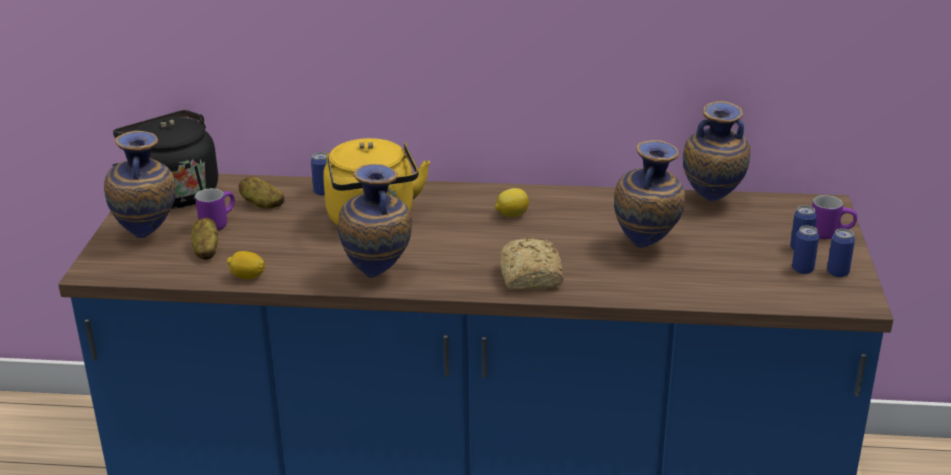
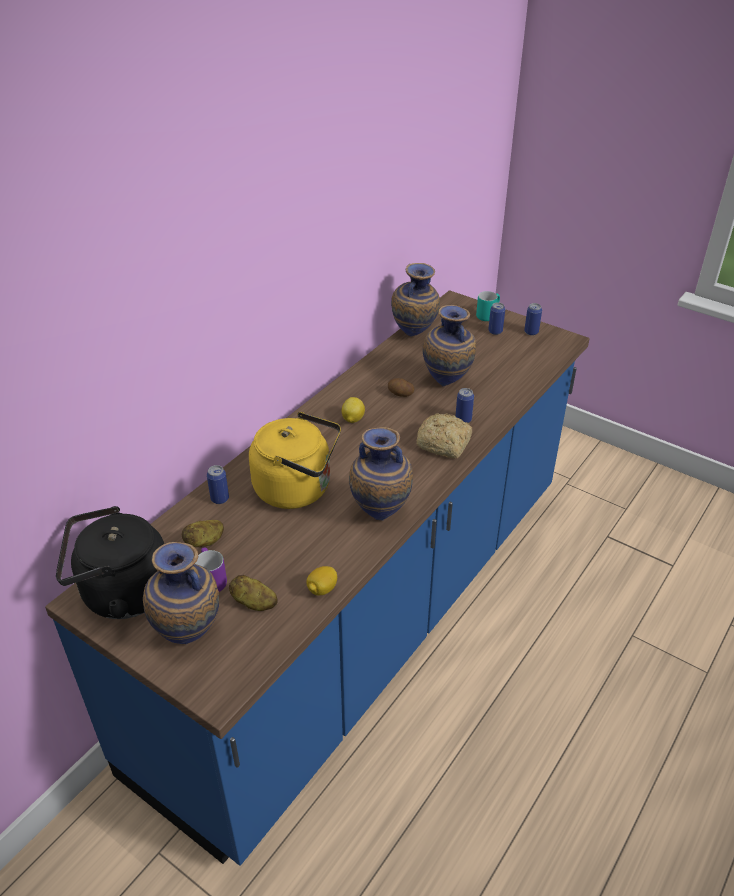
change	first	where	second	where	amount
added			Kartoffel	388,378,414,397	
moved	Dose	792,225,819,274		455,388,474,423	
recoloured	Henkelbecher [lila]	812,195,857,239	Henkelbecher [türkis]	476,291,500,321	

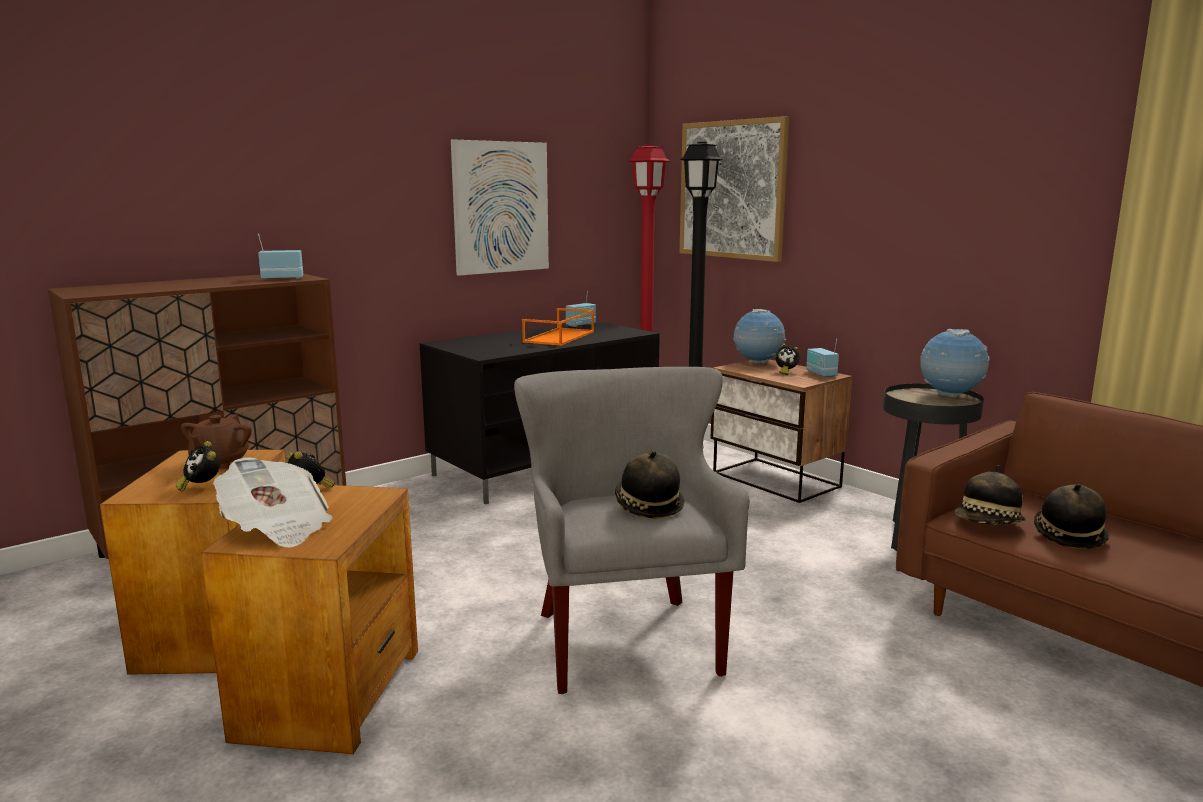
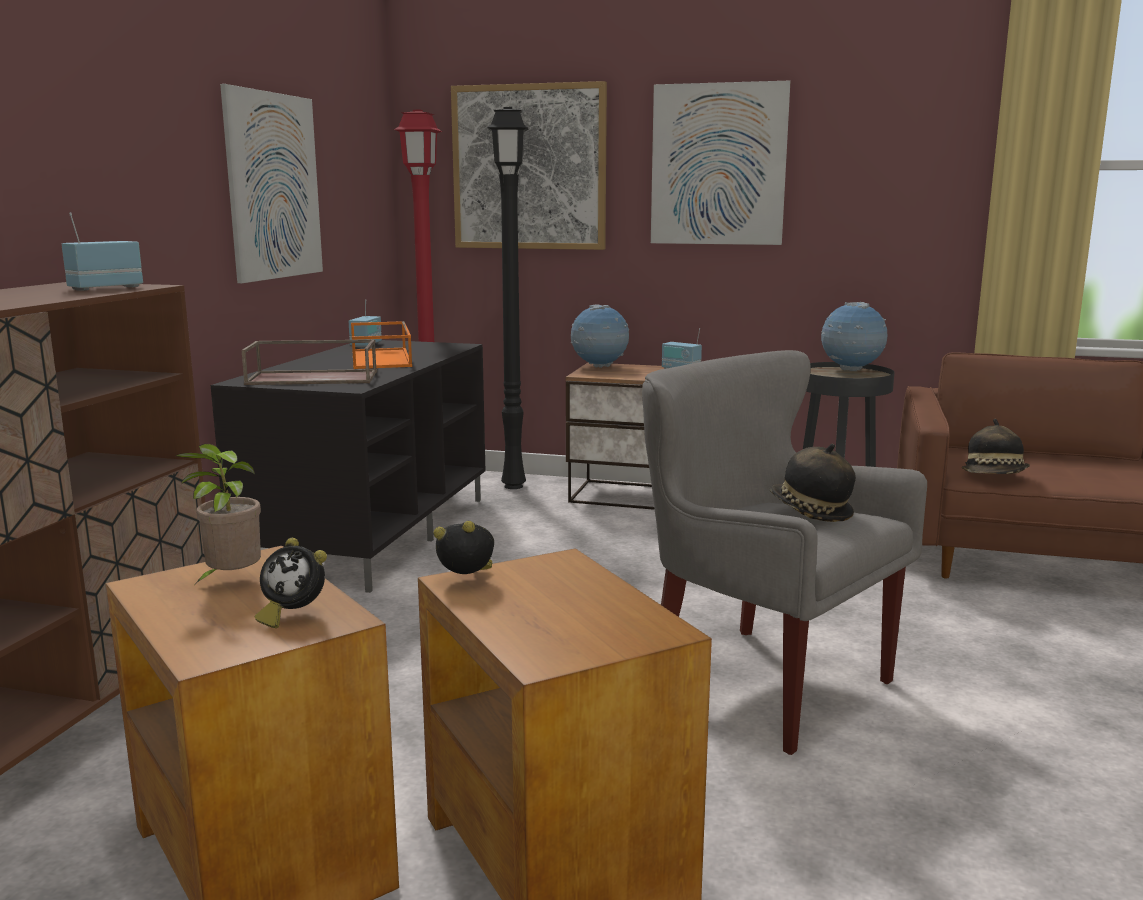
change	first	where	second	where	amount
removed	Zeitung	213,457,333,548			
removed	Wecker	776,343,799,375			
removed	Hut	1034,484,1109,549			
added			Tablett [braun]	242,340,377,385	
added			Bild	651,81,790,245	
replaced	Teekanne [braun]	181,414,252,469	Topfpflanze	176,444,261,583	

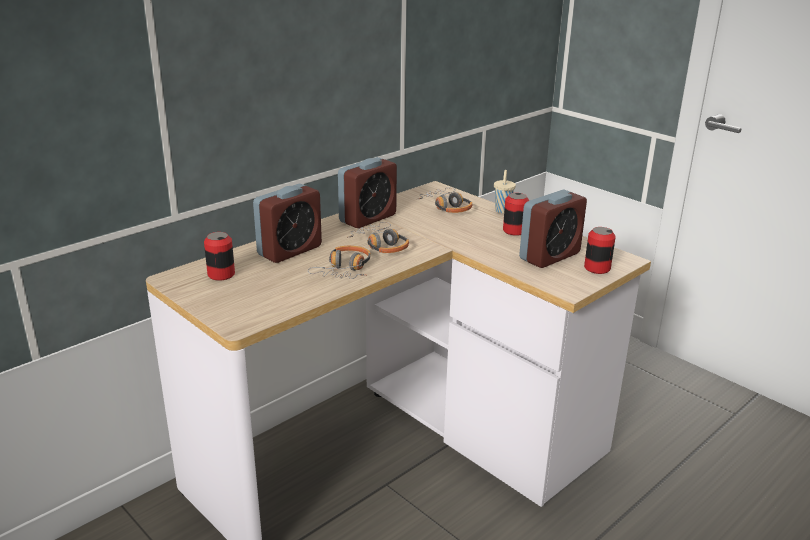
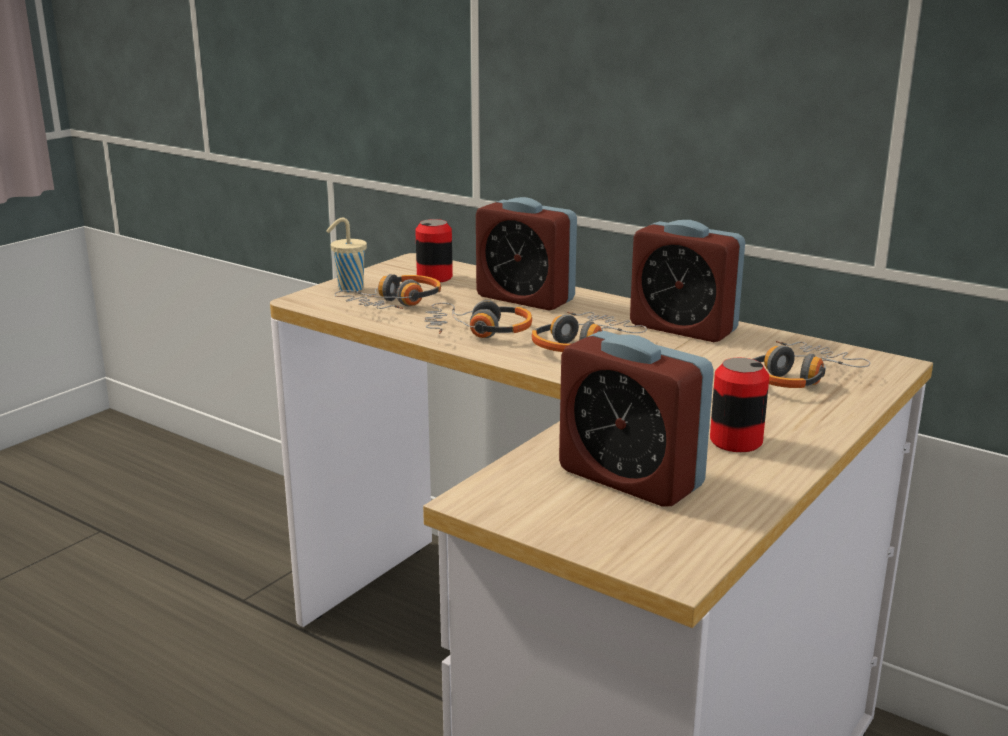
change	first	where	second	where	amount
removed	Dose	584,227,616,274			
added			Kopfhörer	334,274,441,309	
moved	Tasse [beige]	494,170,516,213		326,218,367,292	

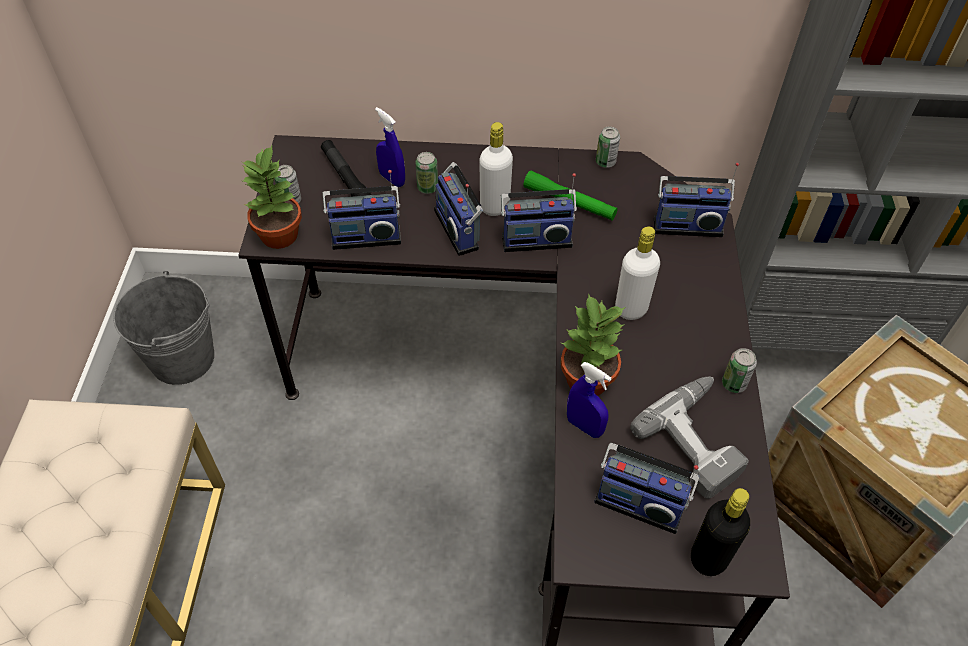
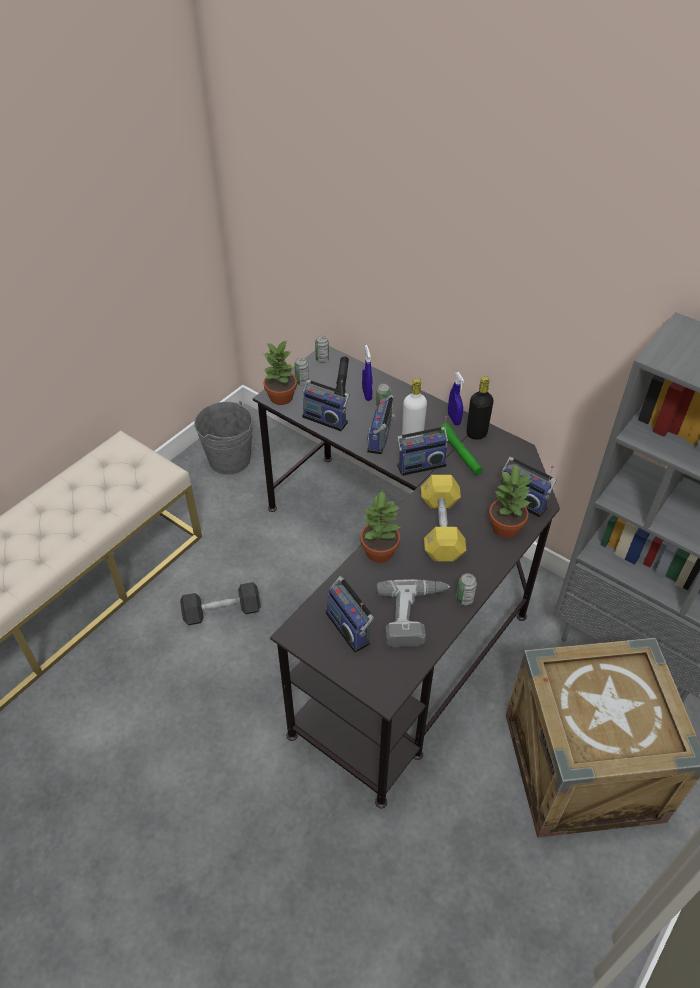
change	first	where	second	where	amount
added			Hantel [schwarz]	180,582,261,625	
added			Topfpflanze	489,465,532,538	
moved	Sprühflasche [blau]	567,362,612,438		448,372,464,425	
moved	Dose	596,127,620,168		315,336,329,363	
moved	Flasche [schwarz]	691,488,750,576		466,376,494,440	
replaced	Flasche [weiß]	615,226,660,320	Hantel [gelb]	421,475,466,562	
turned	Radio	501,173,577,252		397,416,448,476	45 degrees counterclockwise

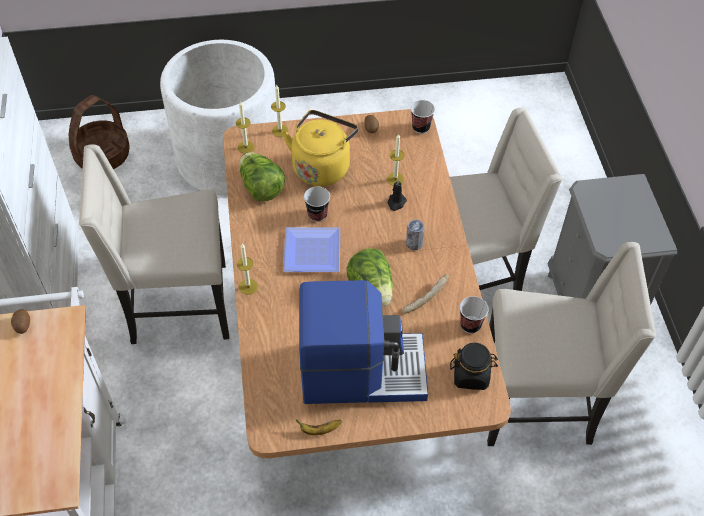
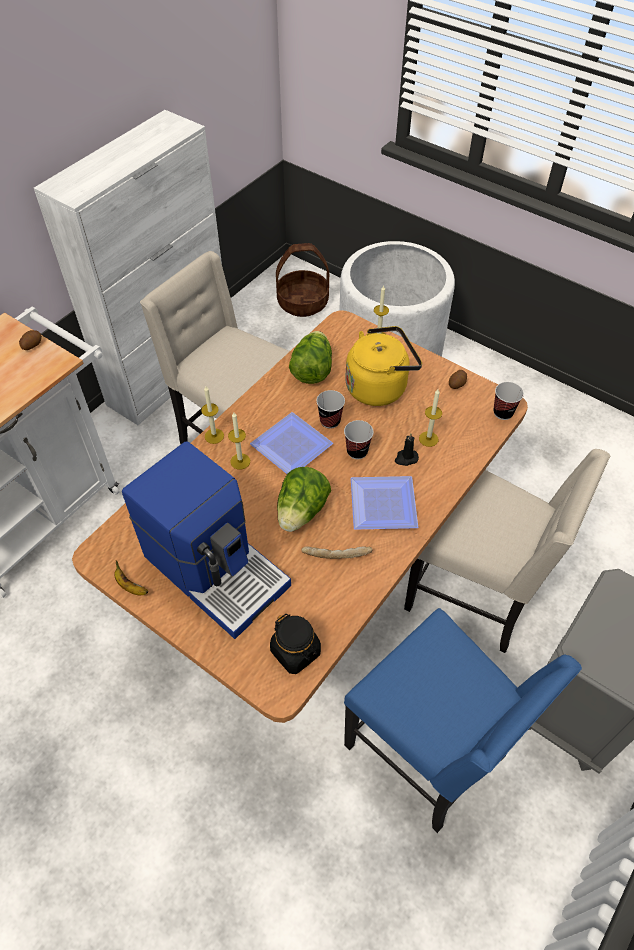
change	first	where	second	where	amount
moved	Kerze	236,101,255,154		228,412,250,470	
moved	Tasse	460,296,489,334		344,420,374,459	
replaced	Dose	406,220,425,250	Teller	351,476,418,530	
recoloured	Stuhl [beige]	487,242,656,446	Stuhl [blau]	344,608,582,833	

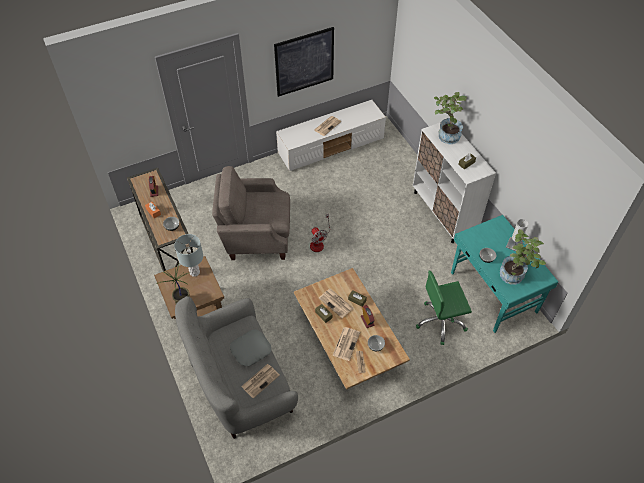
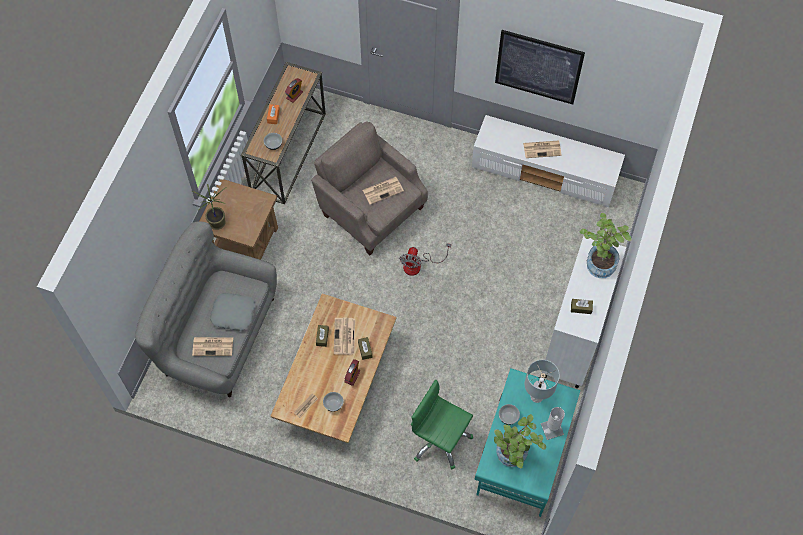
change	first	where	second	where	amount
moved	Tischlampe [grau]	174,234,203,277		525,360,560,403	
moved	Zeitung	332,327,360,361		363,177,404,205	

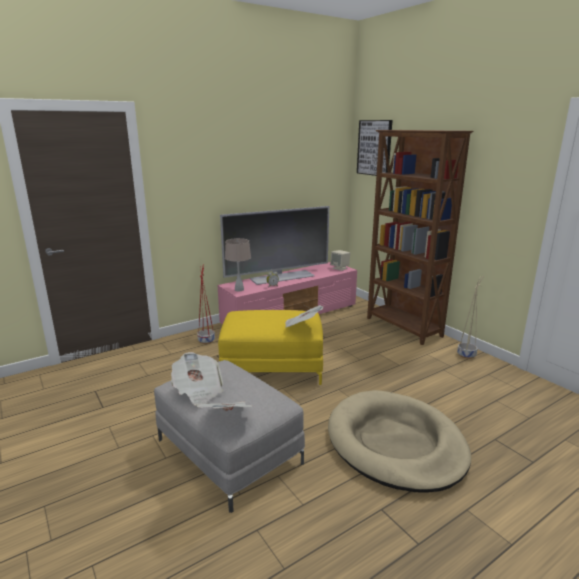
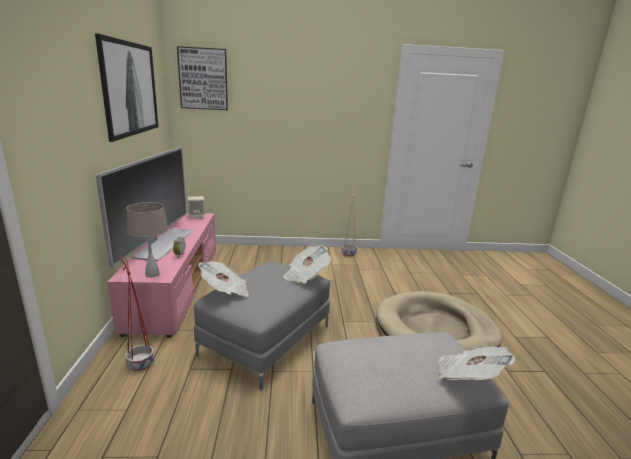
change	first	where	second	where	amount
removed	Bücherregal [braun]	367,130,473,345			
added			Bild	95,33,159,142	
moved	Zeitung	171,352,223,406		198,262,249,297	
recoloured	Polsterhocker [gelb]	218,310,323,385	Polsterhocker [grau]	194,261,330,390	

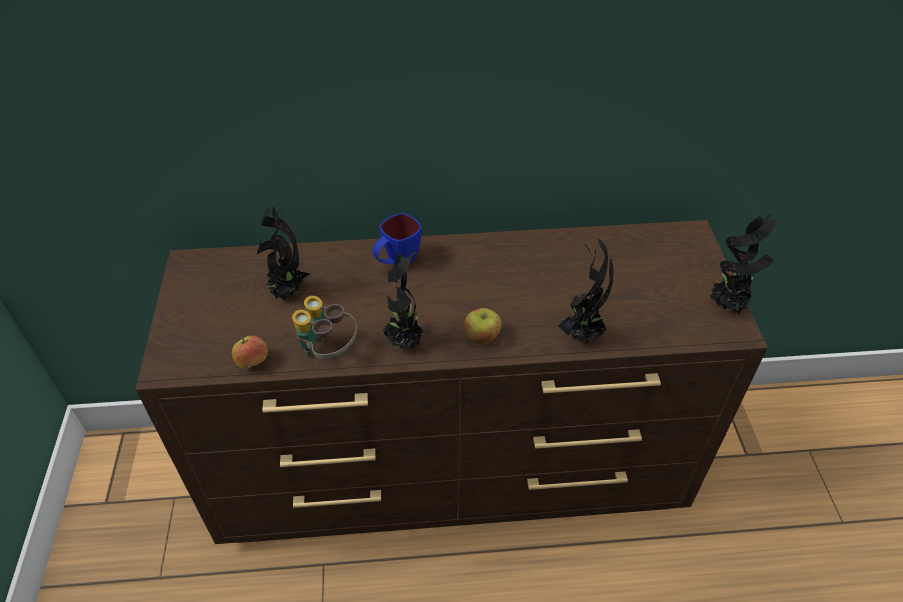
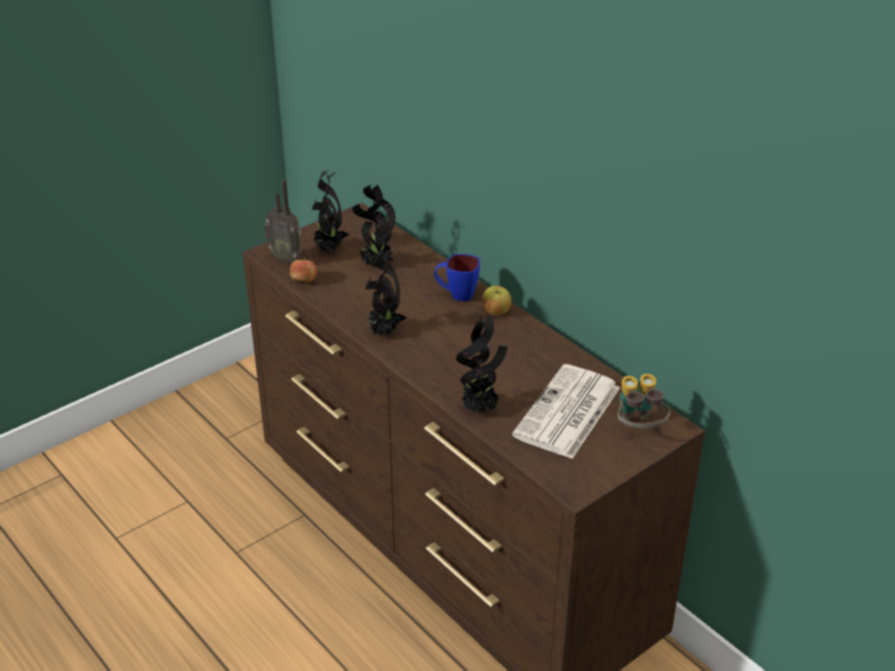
change	first	where	second	where	amount
added			Radio	264,179,301,264	
added			Zeitung	512,364,620,459	
moved	Fernglas	292,296,357,359		617,374,670,428	
moved	Apfel	465,308,502,344		482,286,512,315	
moved	Topfpflanze	710,213,776,314		312,170,349,253	

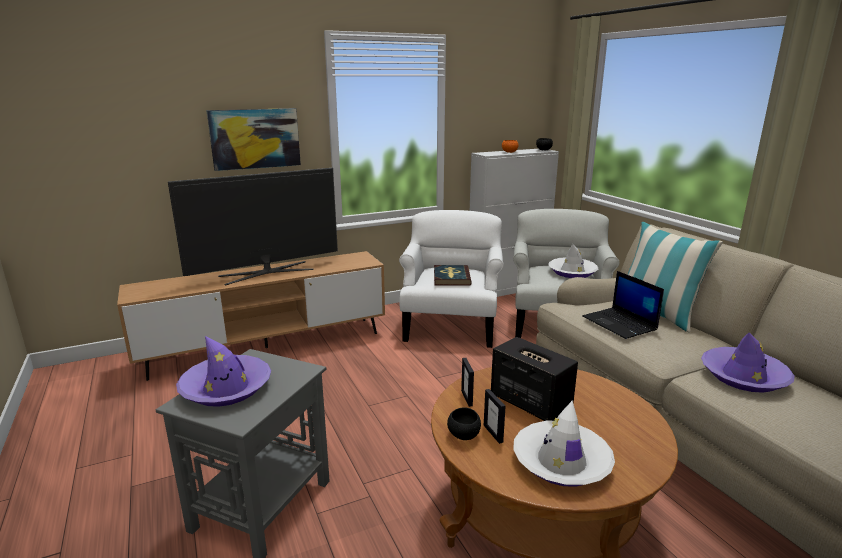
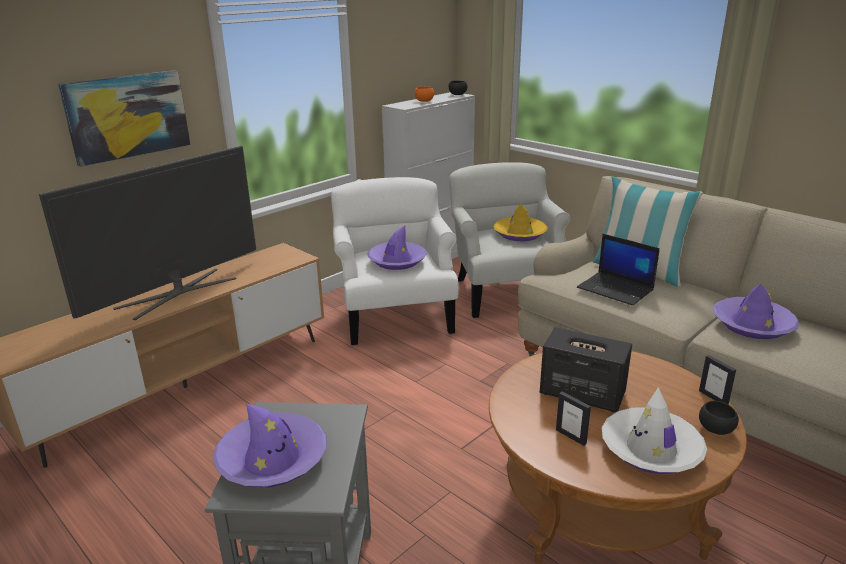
change	first	where	second	where	amount
moved	Schüssel [schwarz]	447,407,481,440		699,401,739,435	
moved	Bilderrahmen	461,358,474,407		699,355,736,405	
replaced	Buch	434,265,472,286	Hut [lila]	368,226,427,270	
recoloured	Hut [weiß]	548,244,598,278	Hut [gelb]	493,203,548,241	

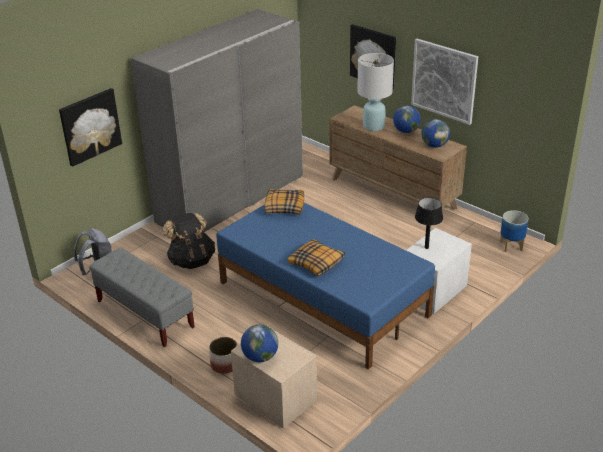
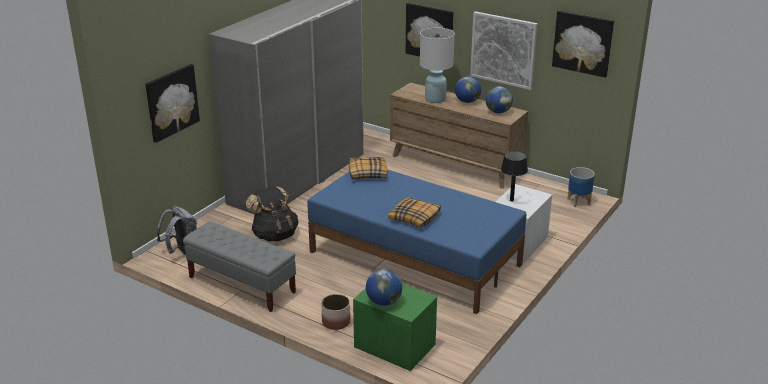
change	first	where	second	where	amount
added			Bild	552,11,614,78	
recoloured	Nachttisch [beige]	231,325,317,429	Nachttisch [grün]	353,283,437,371	

